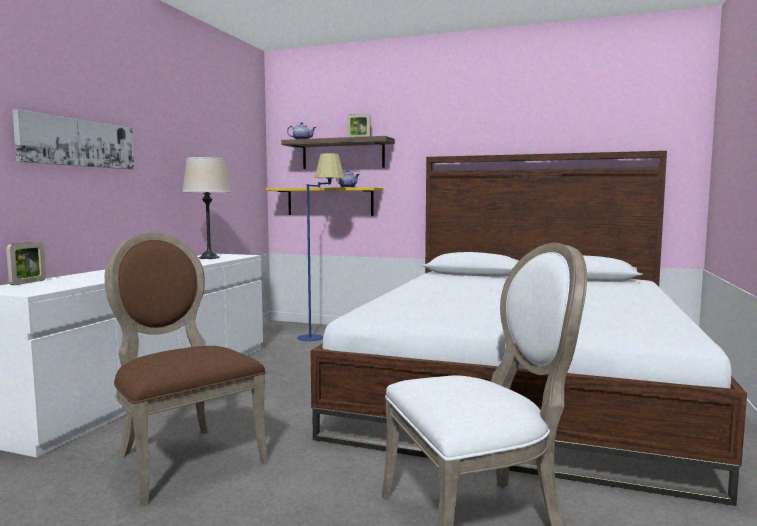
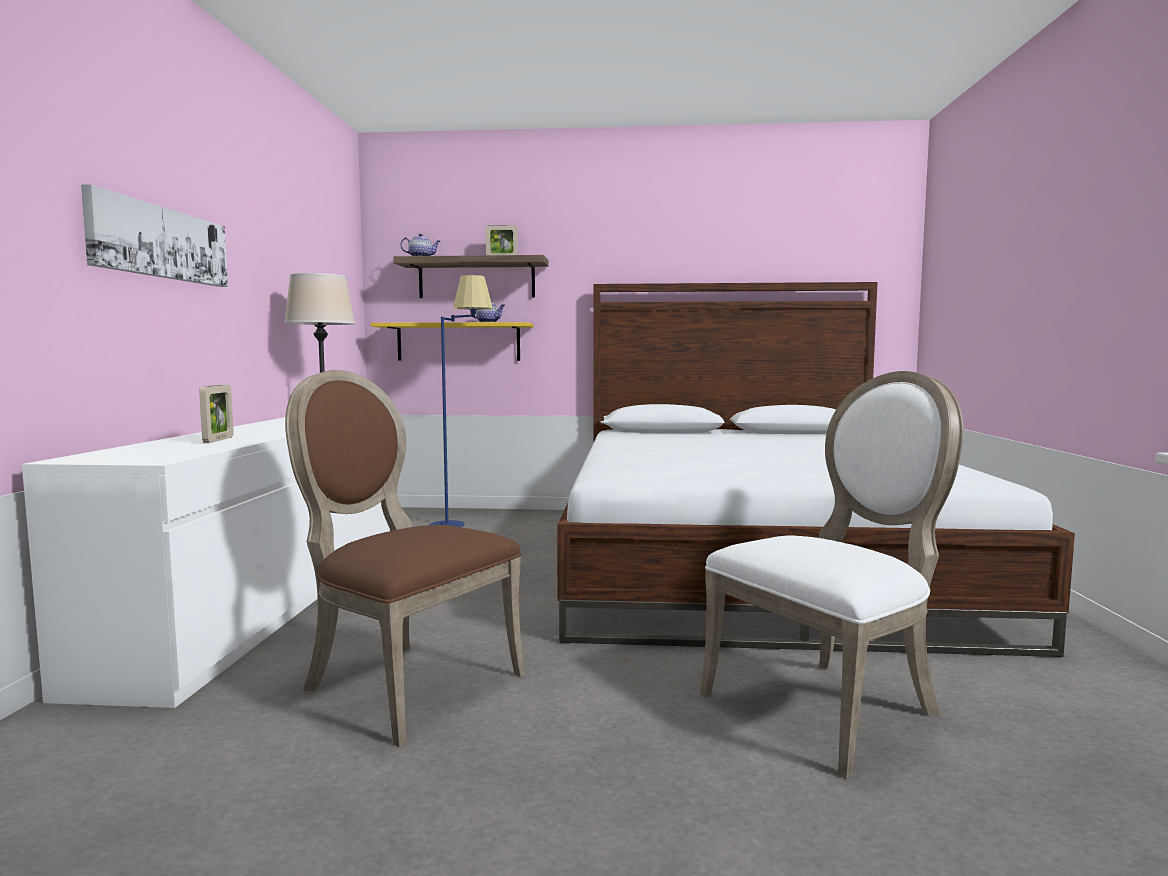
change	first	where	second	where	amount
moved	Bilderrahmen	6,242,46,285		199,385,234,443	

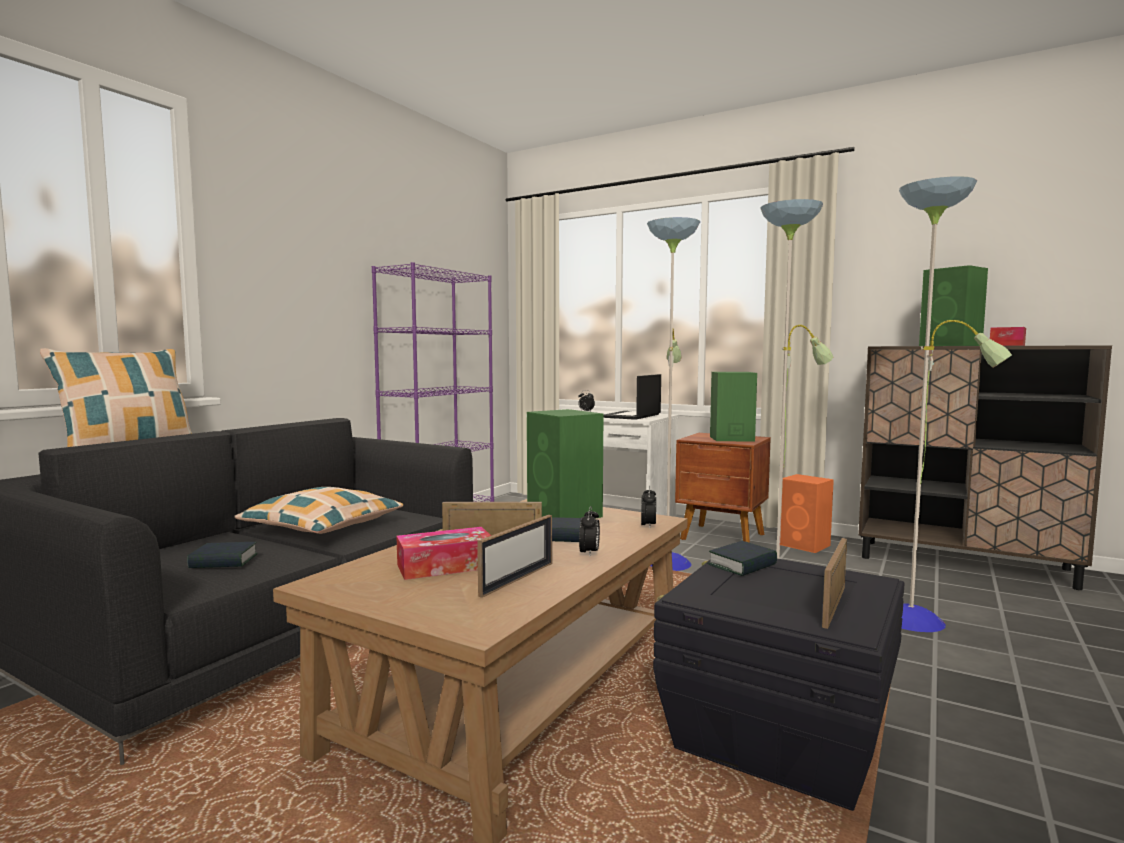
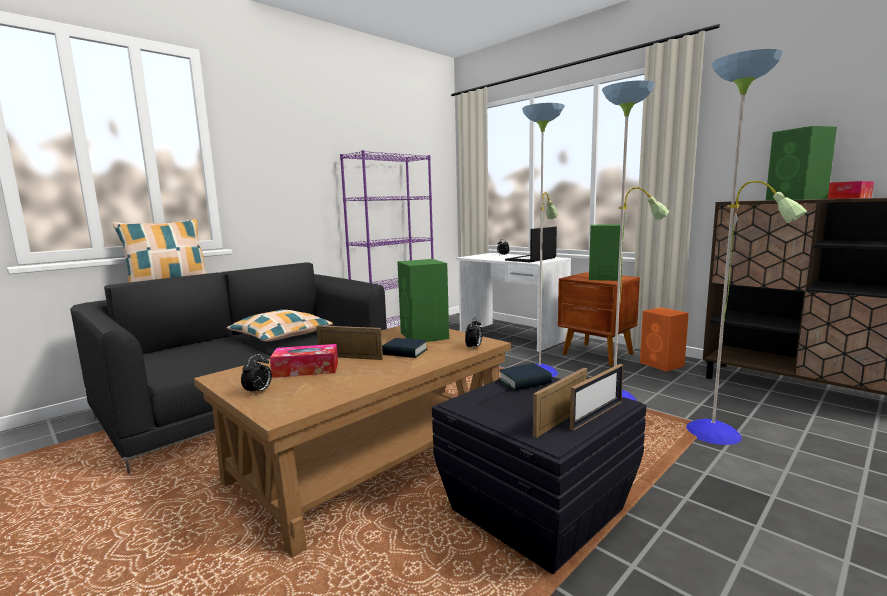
change	first	where	second	where	amount
removed	Buch	187,542,258,568			
moved	Bilderrahmen	477,515,552,598		570,364,623,431	
moved	Wecker	579,506,600,557		241,354,272,396	

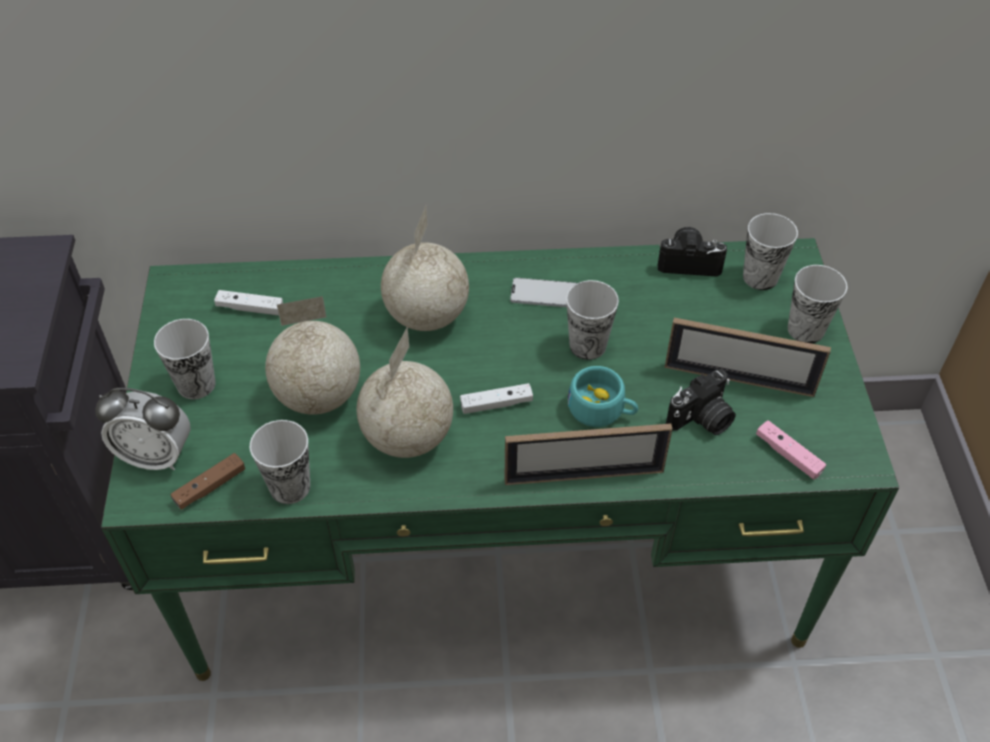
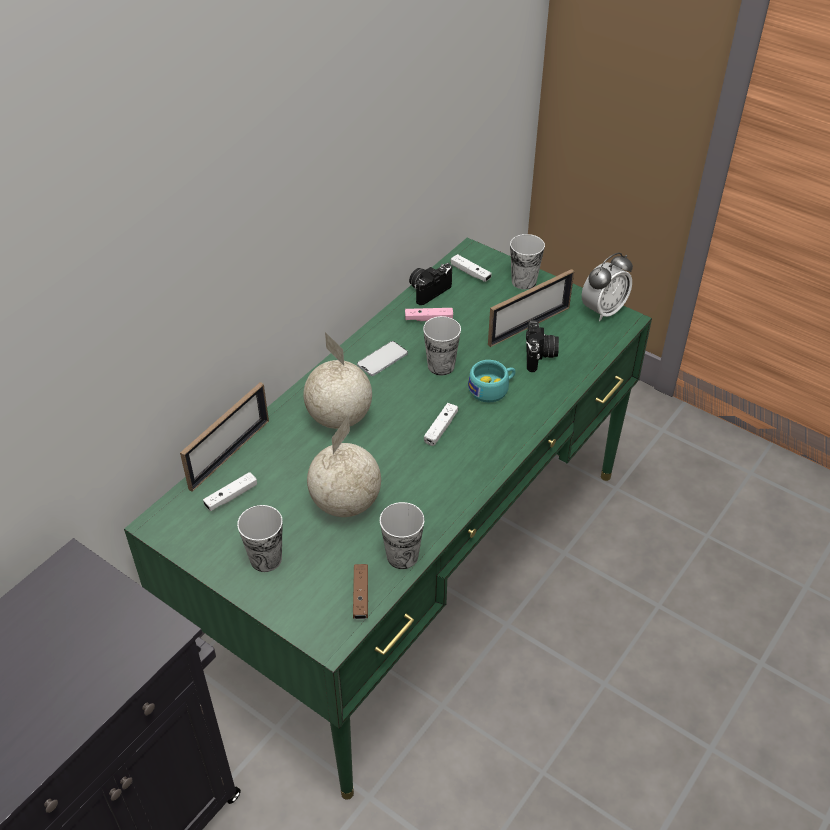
change	first	where	second	where	amount
removed	Globus	357,326,453,458			
moved	Wecker	95,388,191,470		582,252,633,321	
moved	Bilderrahmen	505,424,672,485		180,382,269,492	
moved	Gamepad [rosa]	756,420,826,479		405,308,453,321	
replaced	Tasse	743,213,798,290	Gamepad [weiß]	451,254,492,282	

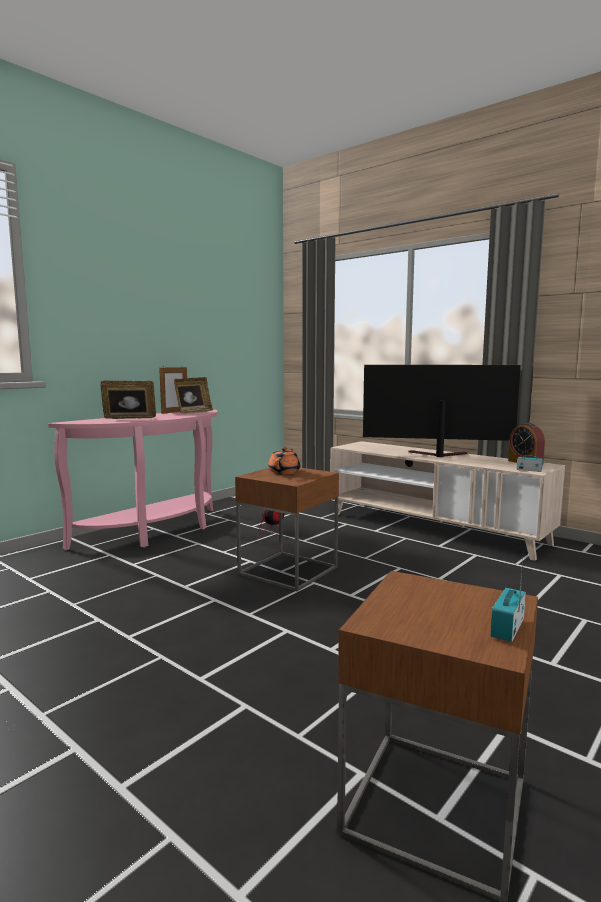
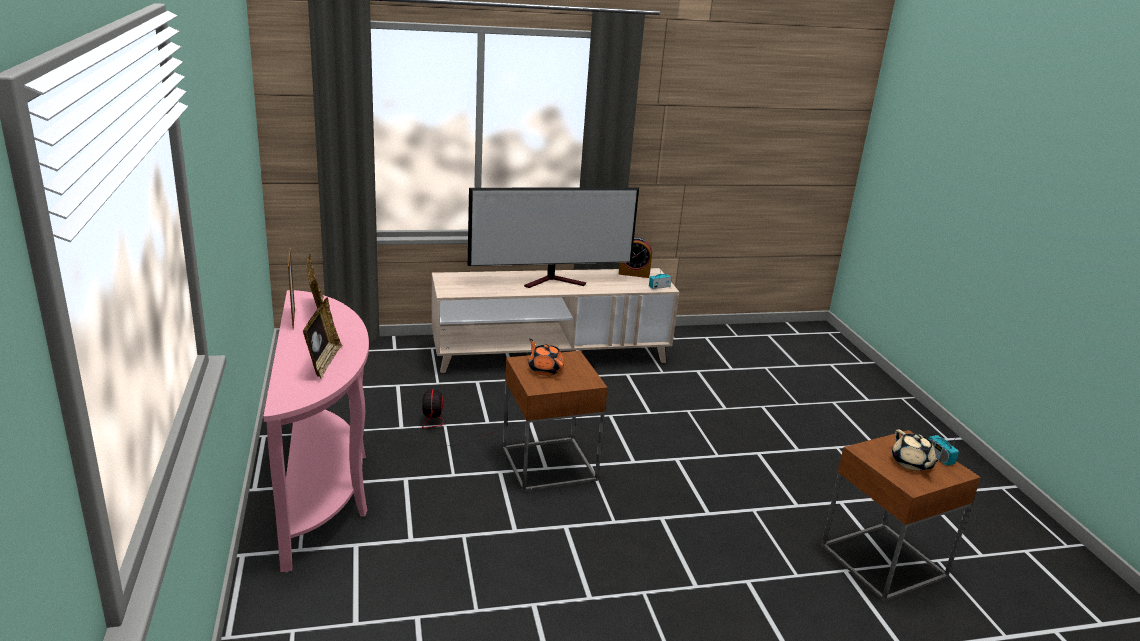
change	first	where	second	where	amount
added			Teekanne [beige]	892,429,941,471	
turned	Bilderrahmen	100,380,156,419		303,297,342,379	150 degrees clockwise
turned	Fernseher	363,365,521,457		468,187,639,288	150 degrees counterclockwise

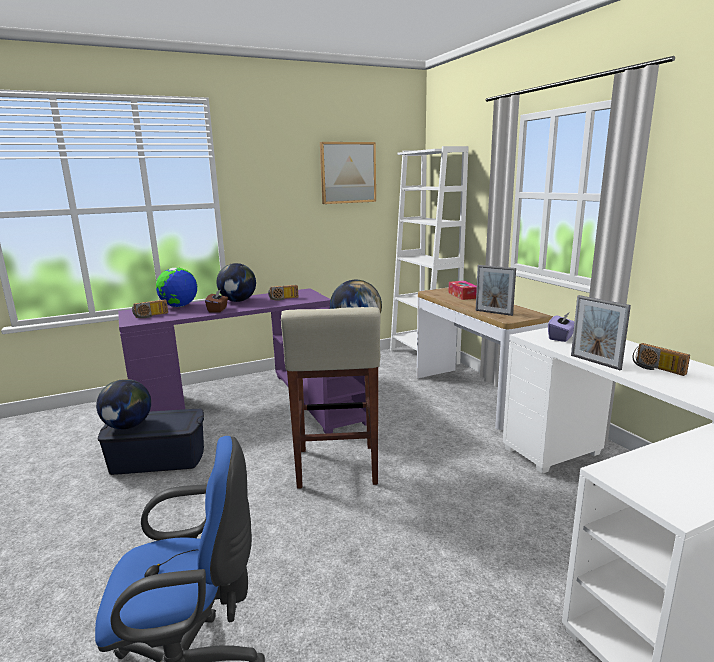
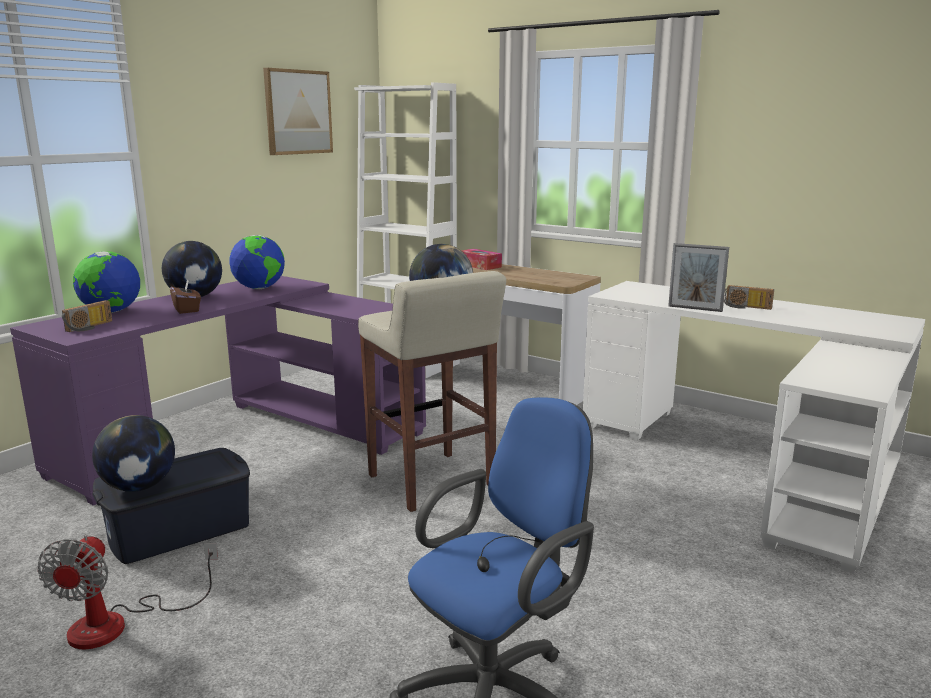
change	first	where	second	where	amount
removed	Bilderrahmen	476,265,516,316			
removed	Taschentuchbox [lila]	548,312,575,342			
added			Ventilator	37,534,218,649	
replaced	Radio	268,285,298,300	Globus	229,235,285,289	

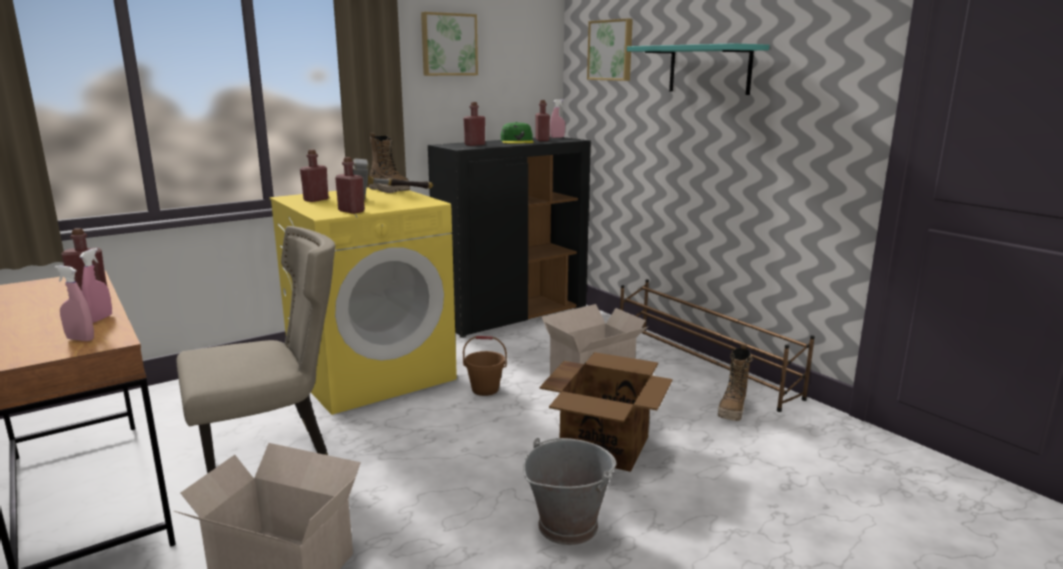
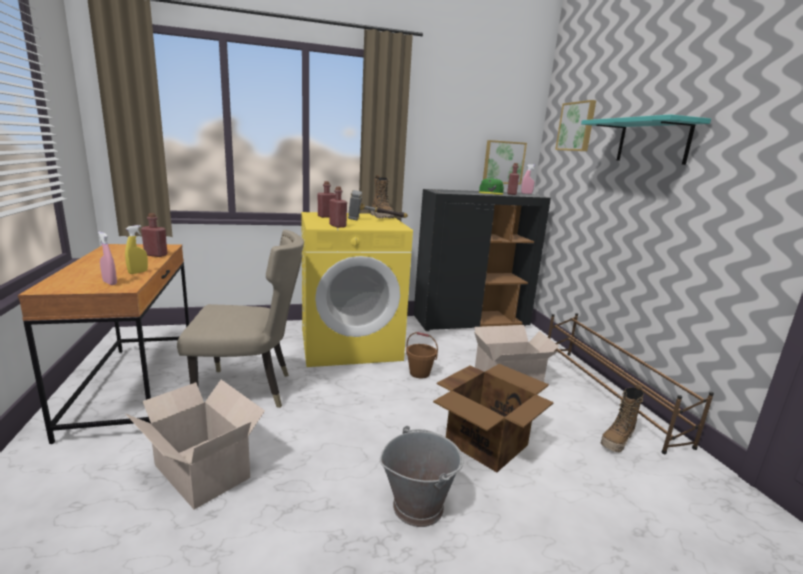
change	first	where	second	where	amount
removed	Flasche [rot]	463,102,485,146			
moved	Bild	421,12,478,76		483,140,527,185	
recoloured	Sprühflasche [rosa]	79,248,112,323	Sprühflasche [gelb]	125,225,148,274	

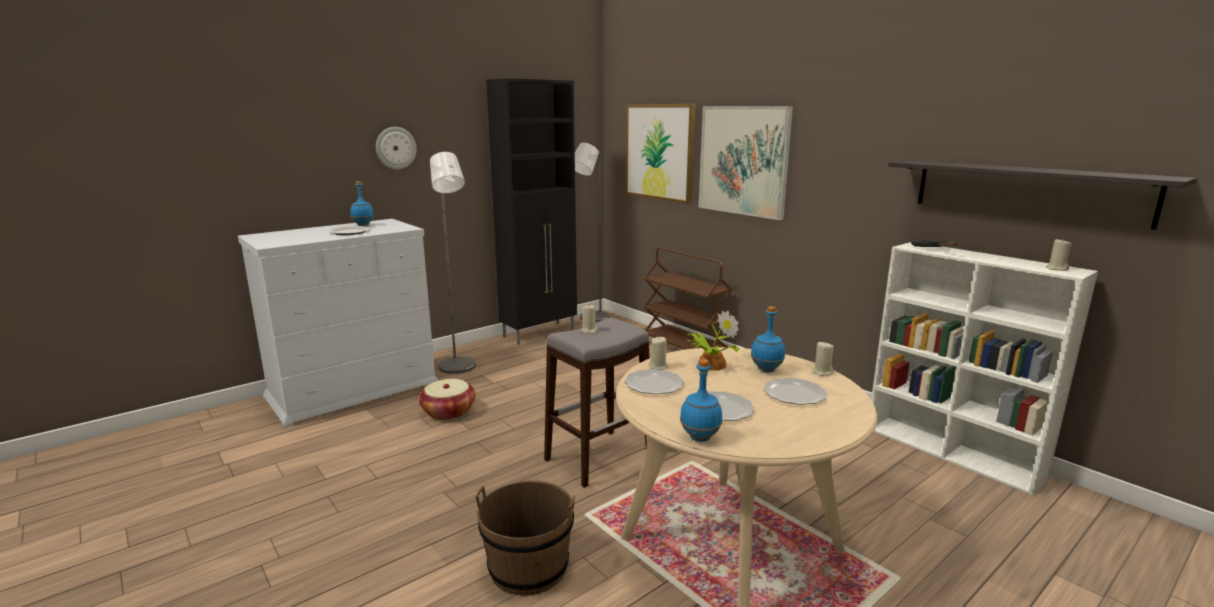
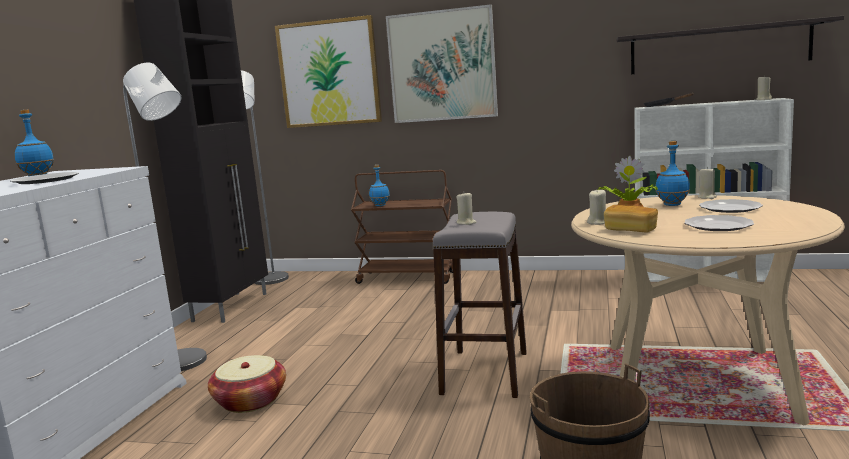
change	first	where	second	where	amount
removed	Wanduhr	376,127,416,170			
moved	Flasche [blau]	680,359,722,442		369,165,390,206	
replaced	Teller	625,369,684,394	Brot	604,205,658,232	

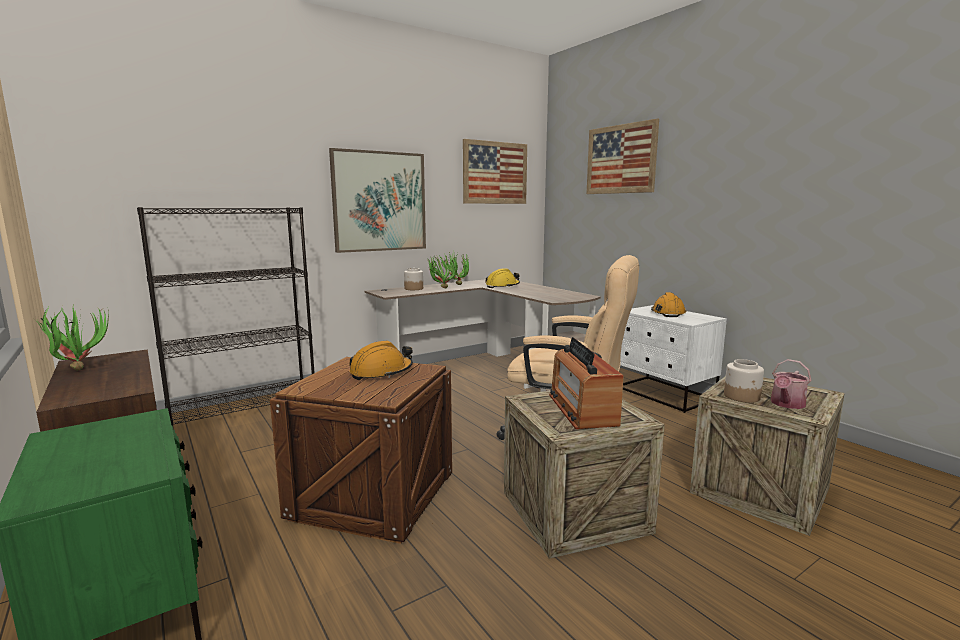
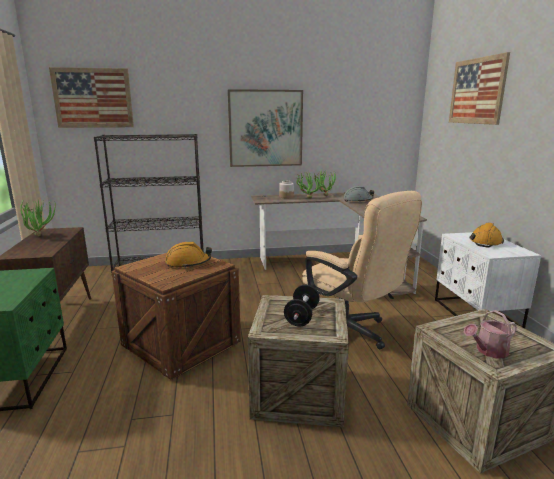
change	first	where	second	where	amount
removed	Vorratsglas	724,359,764,403			
moved	Bild	463,139,527,204		49,67,134,128	
replaced	Radio	549,337,624,429	Hantel [schwarz]	284,285,320,326	
recoloured	Schutzhelm [gelb]	485,269,520,288	Schutzhelm [grau]	343,186,374,202	

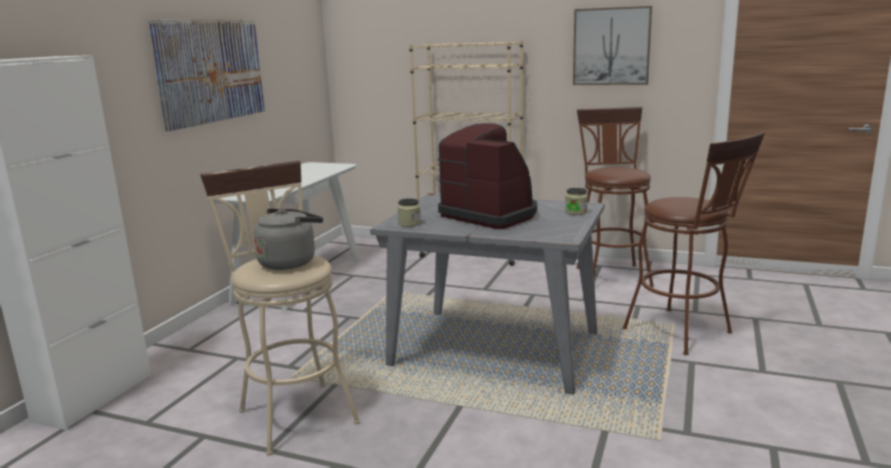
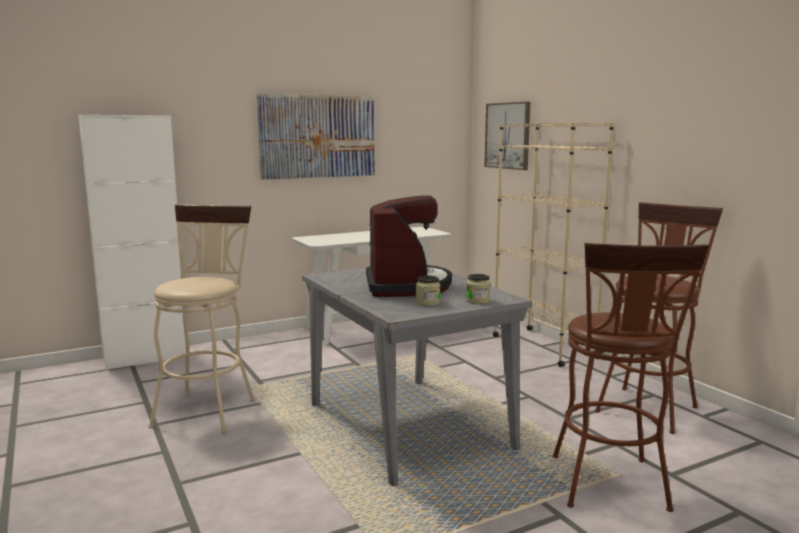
change	first	where	second	where	amount
removed	Wasserkessel [grau]	254,209,323,270			
moved	Vorratsglas	397,198,421,227		416,276,440,306	
moved	Bild	573,6,652,85		484,102,530,170	

